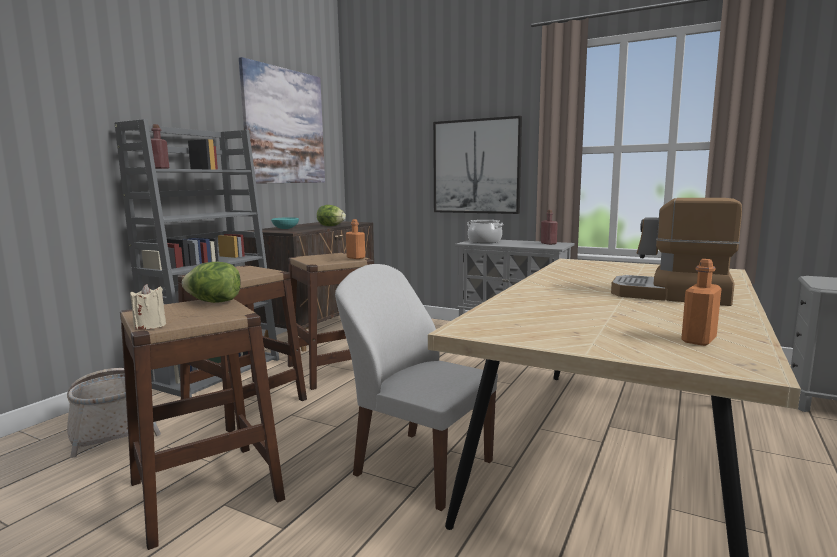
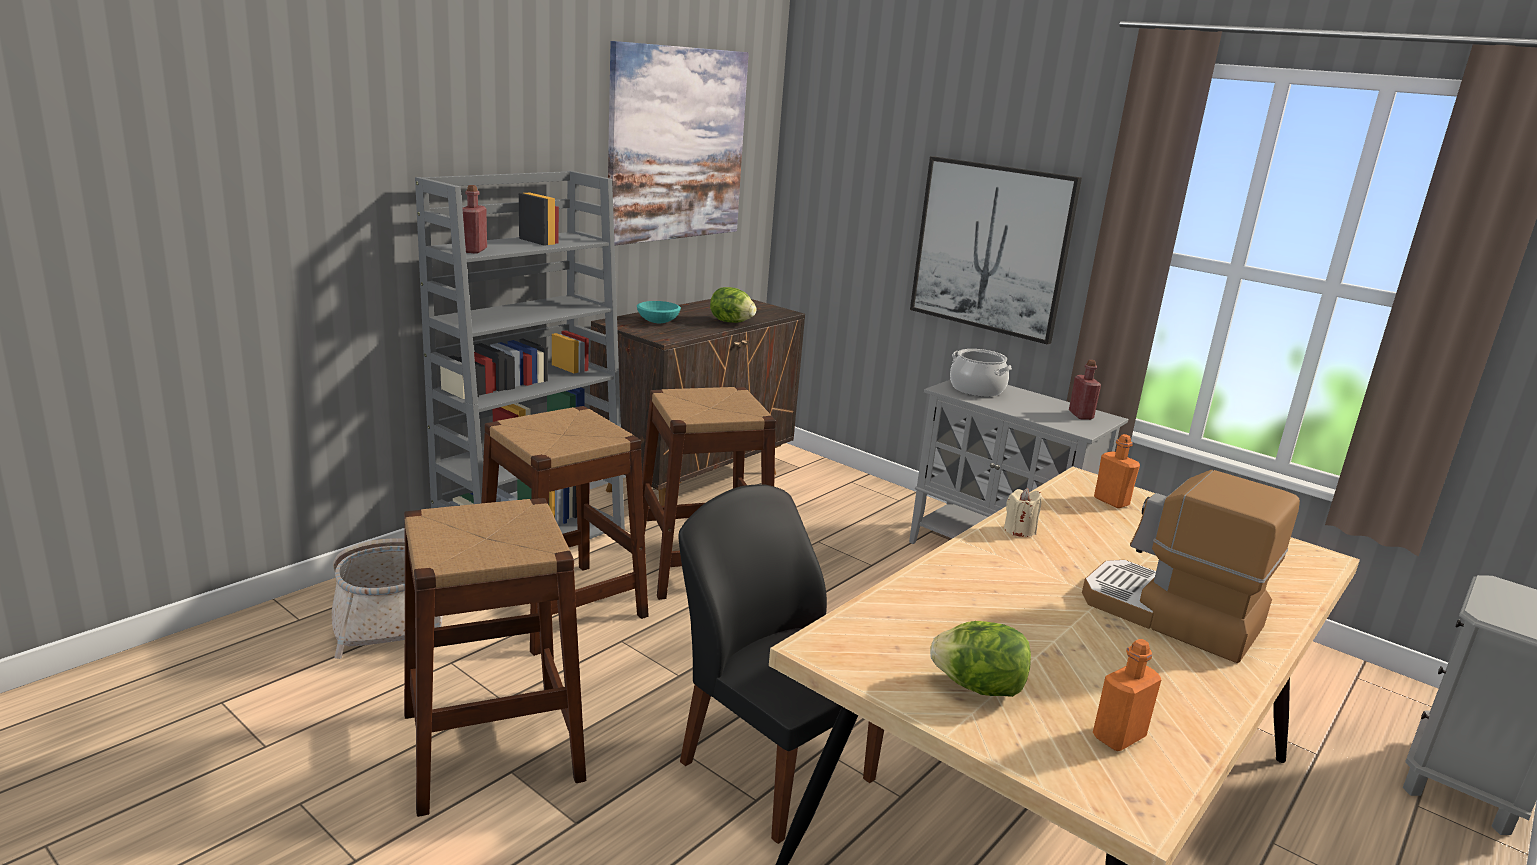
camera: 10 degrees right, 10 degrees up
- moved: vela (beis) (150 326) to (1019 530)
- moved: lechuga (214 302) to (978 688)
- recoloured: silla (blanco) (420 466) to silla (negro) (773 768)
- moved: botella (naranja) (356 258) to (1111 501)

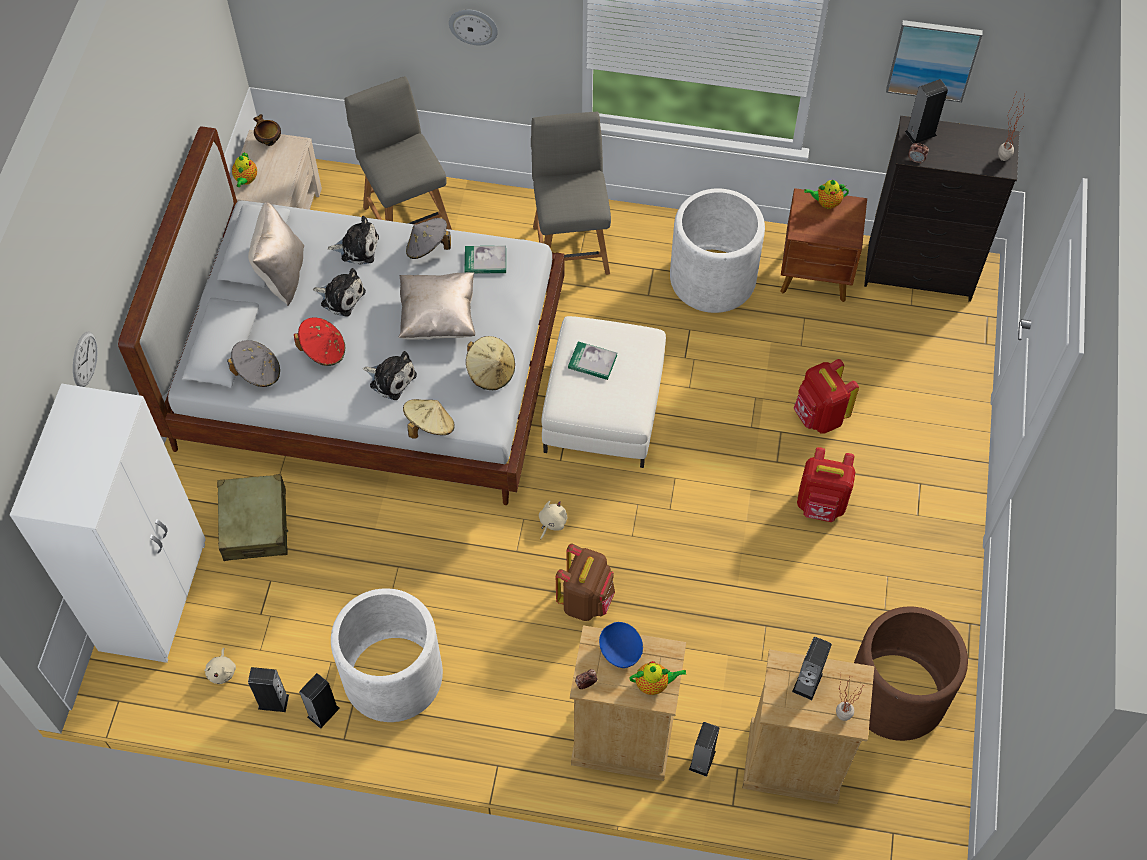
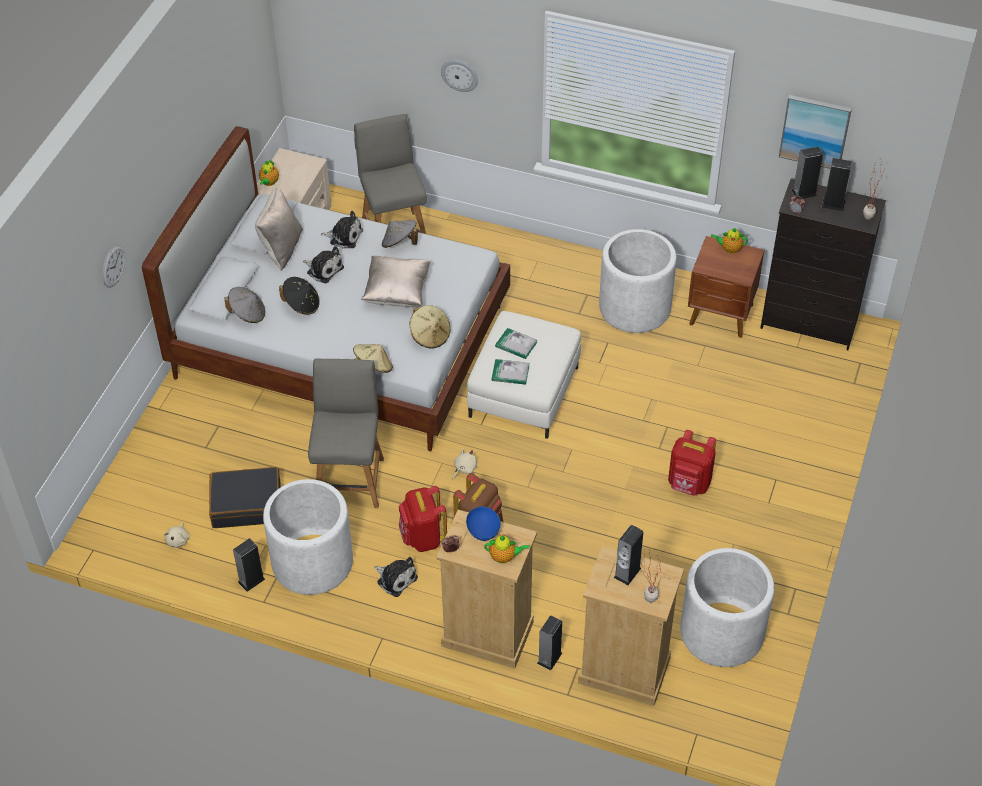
camera: 10 degrees right, 10 degrees down
- removed: armario ropero (blanco) (155 596)
- removed: maleta (beis) (255 524)
- moved: altavoz (273 701) to (833 204)
- removed: cuenco (268 141)
- recoloured: sombrero (rojo) (323 350) to sombrero (negro) (302 305)
- moved: peluche (391 379) to (395 579)
- moved: libro (485 261) to (510 373)
- moved: silla (gris) (570 247) to (350 479)
- moved: mochila (rojo) (819 416) to (423 538)
- recoloured: maceta (marrón) (896 694) to maceta (blanco) (721 632)
- added: maleta (negro) (247 504)

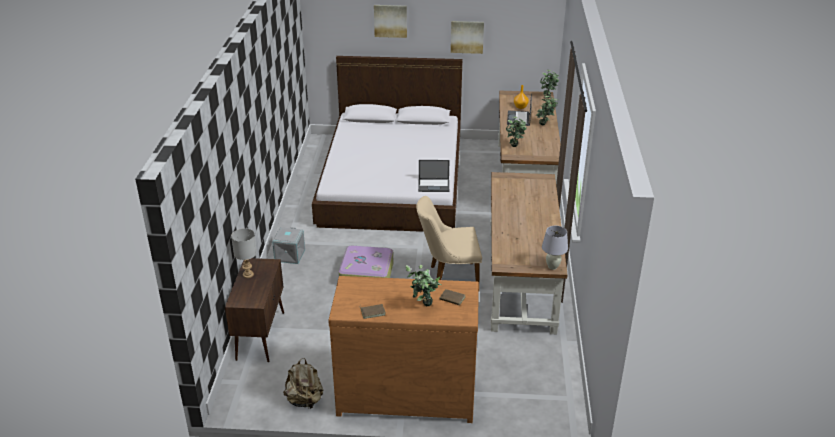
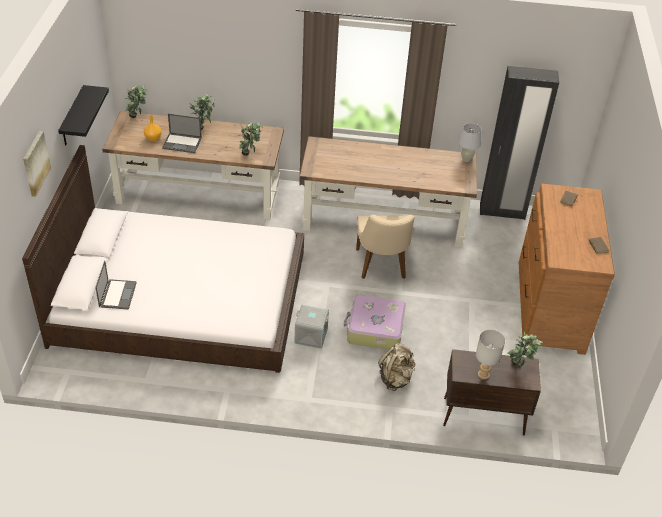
camera: 90 degrees left, 10 degrees up
- moved: caja de almacenaje (gris) (289 255) to (310 336)
- moved: mochila (beis) (305 400) to (395 378)
- moved: planta en maceta (423 307) to (520 366)
- moved: portátil (434 185) to (117 294)
- replaced: cuadro (467 36) to estante (negro) (72 117)
- added: armario ropero (negro) (502 211)

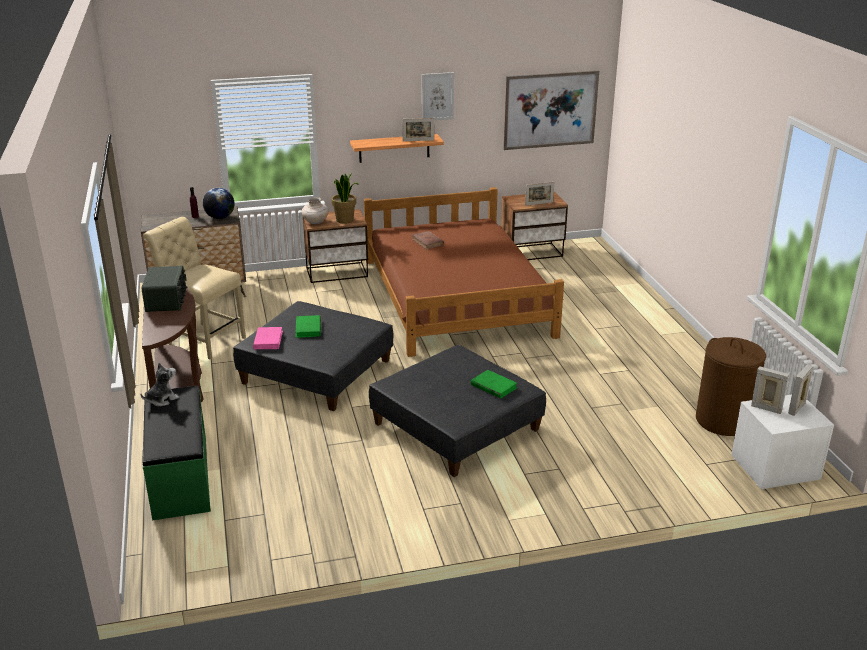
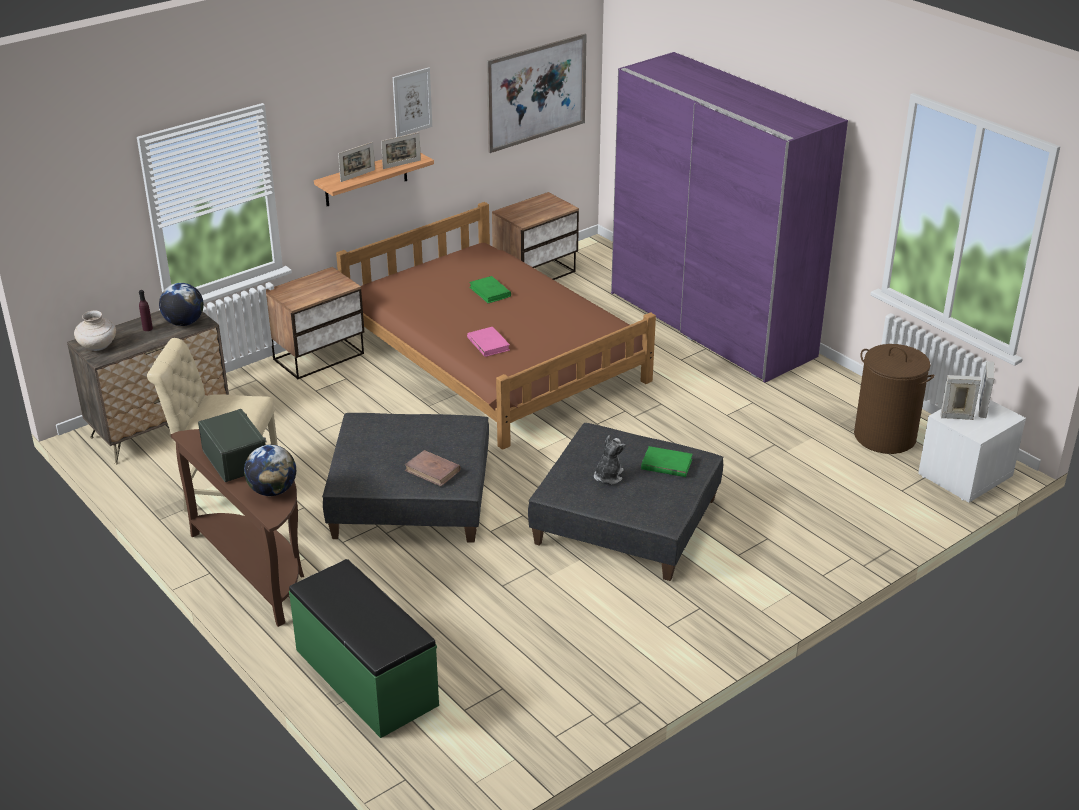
camera: 25 degrees left, 5 degrees up
- moved: peluche (162 399) to (608 476)
- moved: libro (rosa) (268 340) to (488 344)
- moved: libro (verde) (308 328) to (490 292)
- moved: florero (beis) (315 222) to (98 347)
- removed: planta en maceta (345 220)
- moved: libro (marrón) (427 242) to (432 471)
- moved: portarretratos (539 204) to (357 176)
- added: globo terráqueo (273 490)
- added: armario ropero (morado) (710 324)

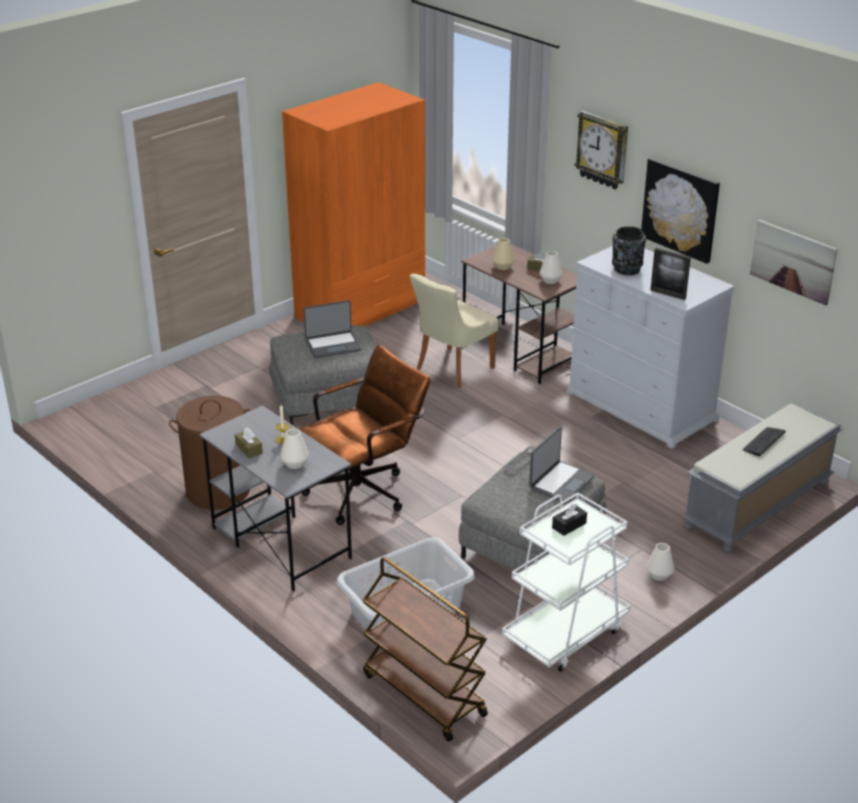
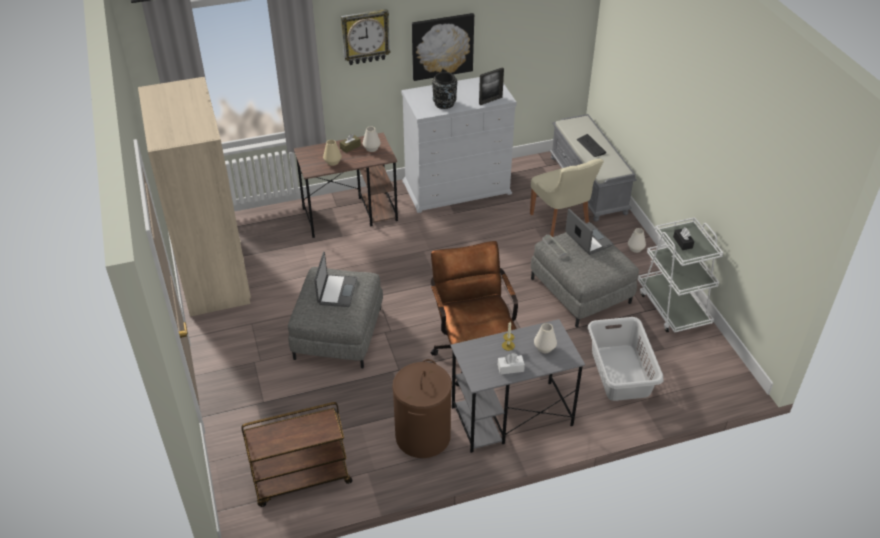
camera: 65 degrees left, 10 degrees up
- recoloured: caja de pañuelos (marrón) (249 449) to caja de pañuelos (blanco) (510 368)
- recoloured: armario ropero (naranja) (361 309) to armario ropero (beis) (214 274)
- moved: carrito (marrón) (423 694) to (301 480)
- moved: silla (beis) (452 369) to (561 221)
- removed: cuadro (793 261)

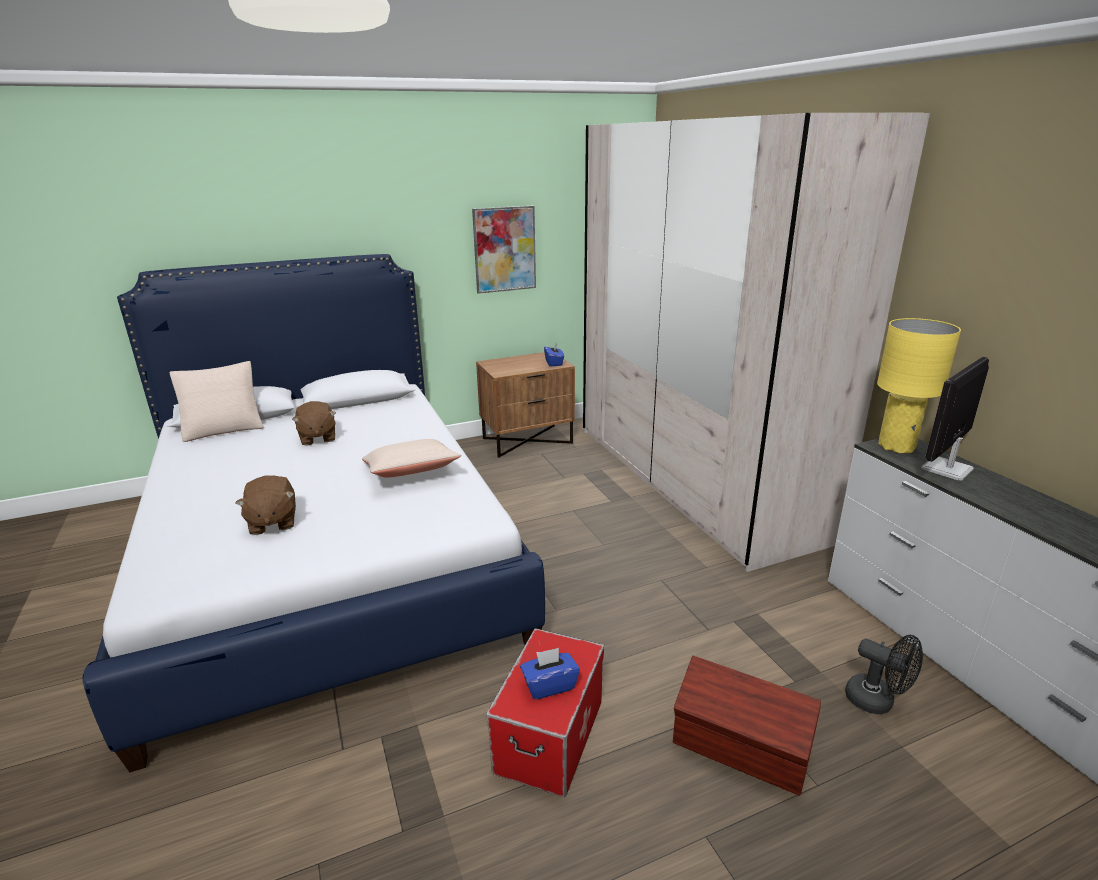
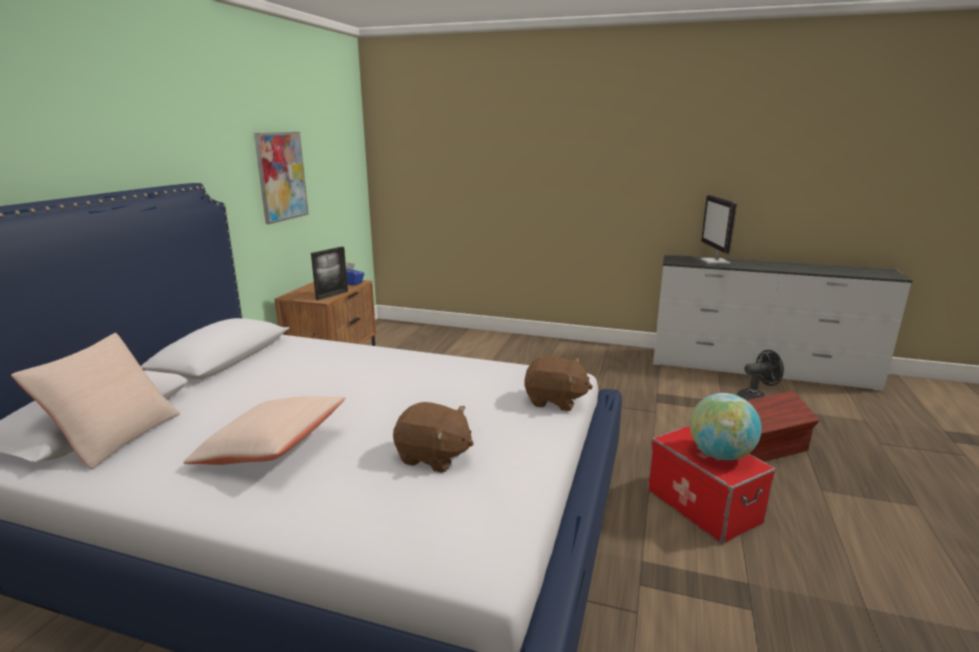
camera: 50 degrees left, 5 degrees down
- moved: peluche (marrón) (317 438) to (555 401)
- moved: cojín (beis) (411 473) to (271 449)
- replaced: caja de pañuelos (azul) (549 685) to globo terráqueo (720 454)
- removed: armario ropero (beis) (691 479)
- removed: lámpara de mesa (amarillo) (897 447)
- added: portarretratos (332 295)

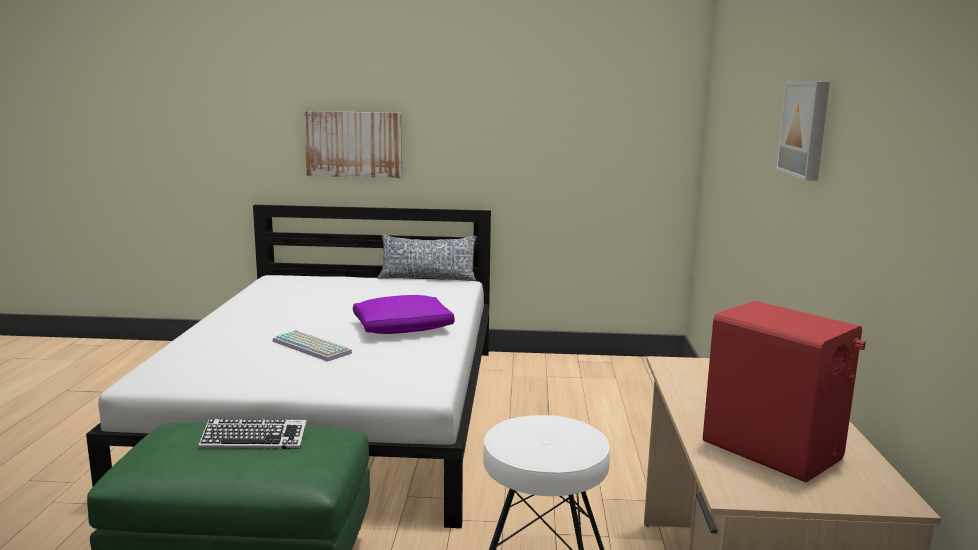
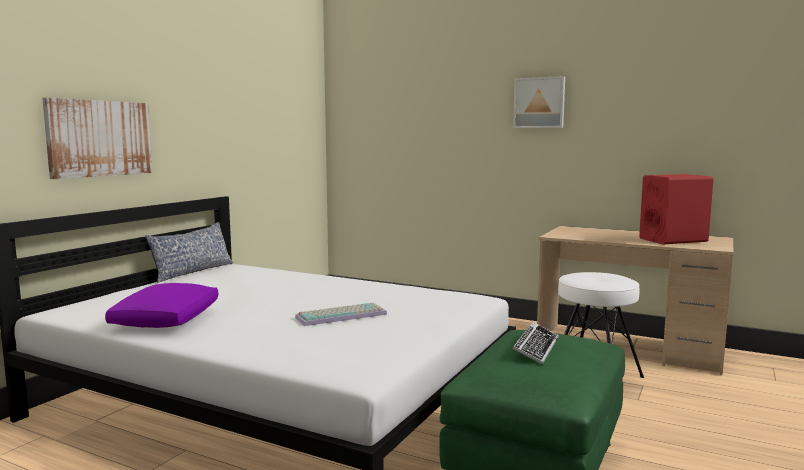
camera: 65 degrees left, 5 degrees down
- moved: cojín (morado) (403 328) to (167 320)

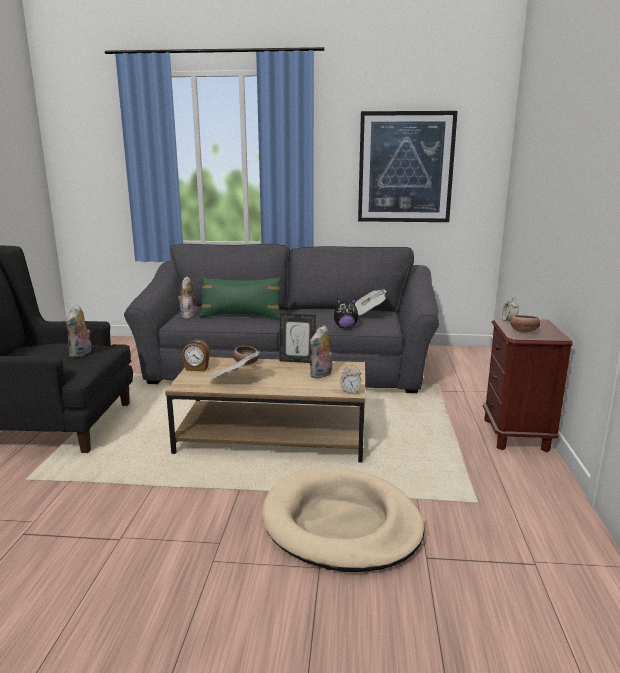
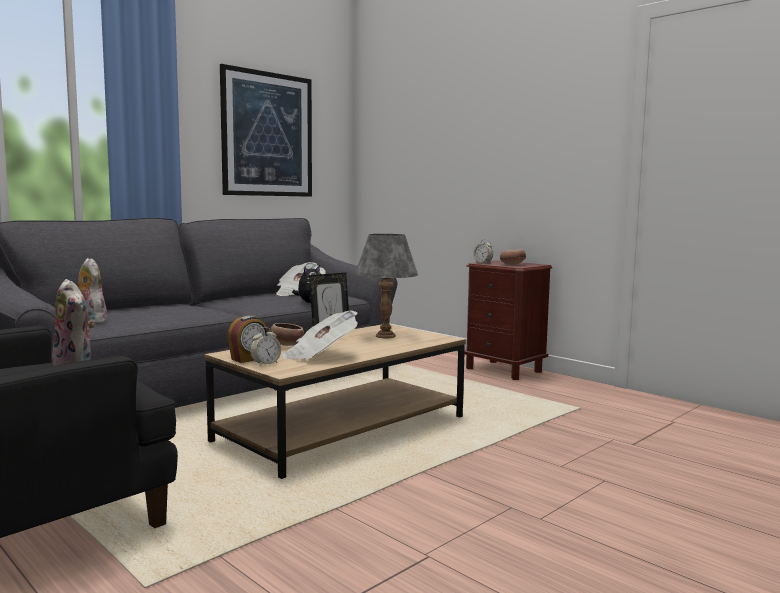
camera: 50 degrees left, 10 degrees down
- removed: cojín (verde) (241 316)
- removed: cama para perro (beis) (341 524)
- replaced: peluche (321 375) to lámpara de mesa (gris) (385 336)
- moved: despertador (350 391) to (265 364)

